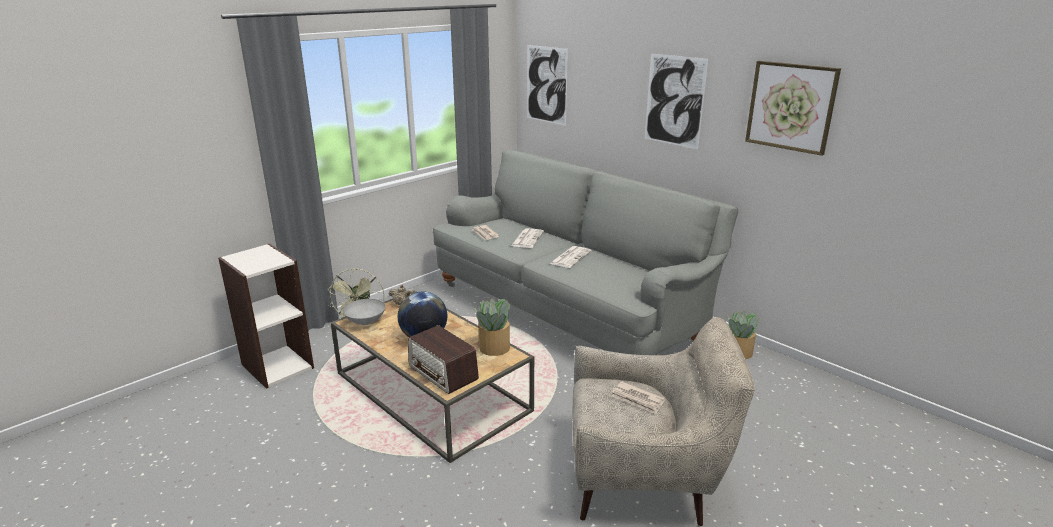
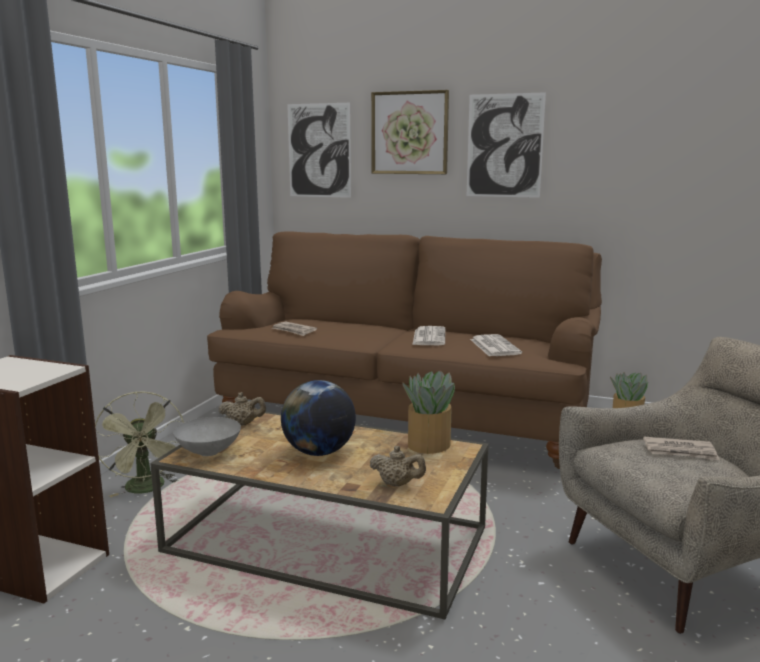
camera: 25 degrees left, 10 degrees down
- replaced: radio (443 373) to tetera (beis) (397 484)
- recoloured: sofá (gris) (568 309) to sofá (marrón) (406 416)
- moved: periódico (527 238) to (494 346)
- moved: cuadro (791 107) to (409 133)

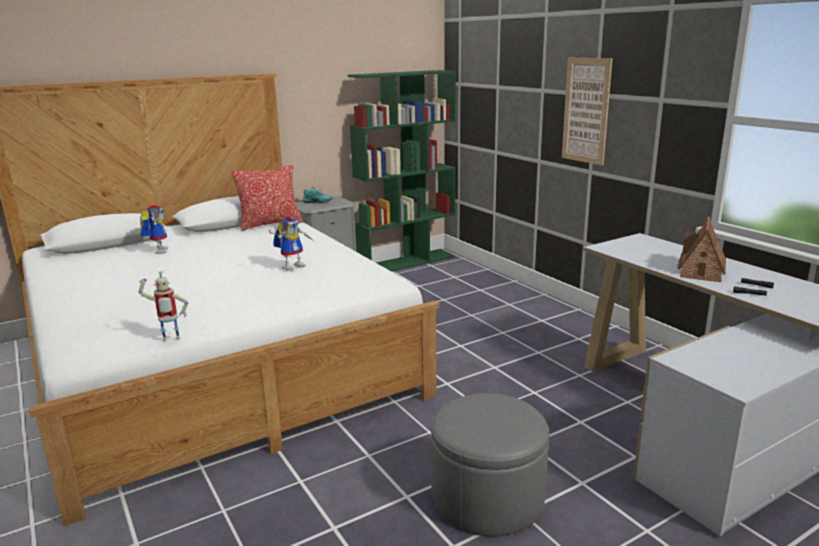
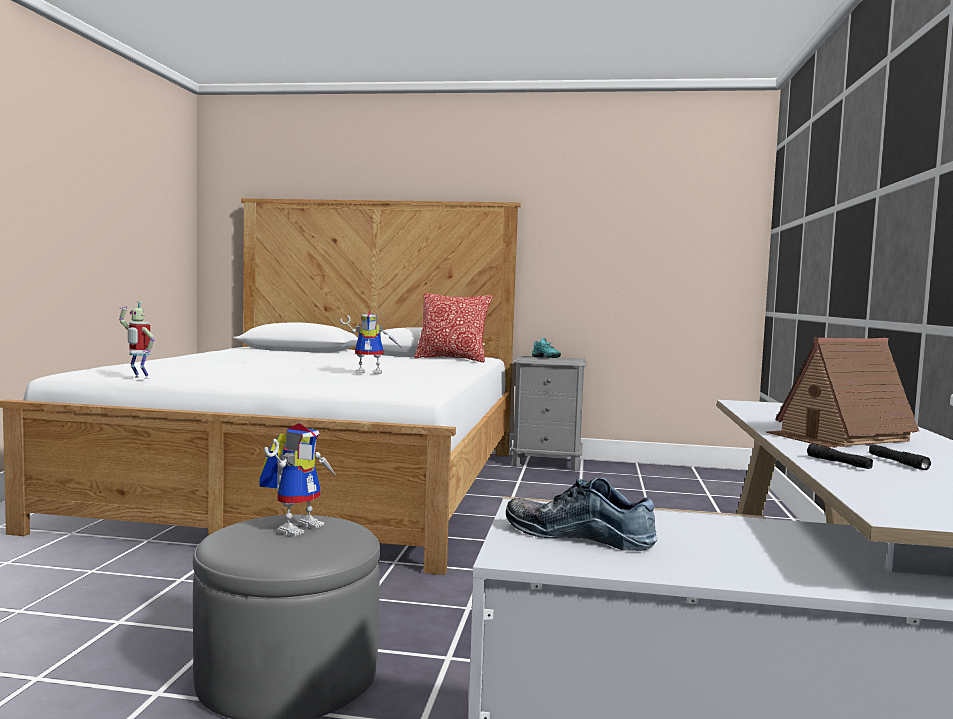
camera: 40 degrees right, 15 degrees down
- moved: robot de juguete (158 251) to (297 527)
- removed: estantería (verde) (407 262)
- removed: cuadro (586 110)
- added: zapato (580 534)

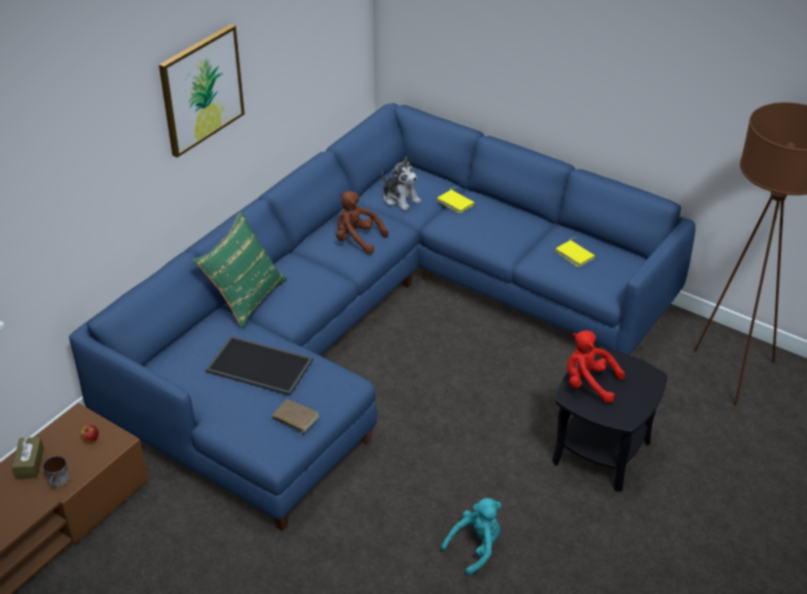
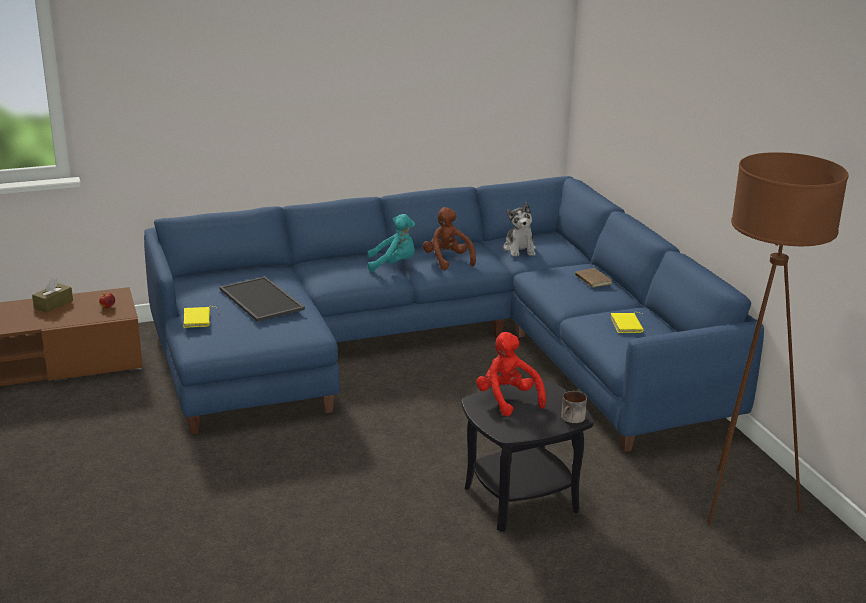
camera: 35 degrees right, 15 degrees down
- moved: taza grande (58 481) to (572 419)
- removed: cuadro (201 89)
- removed: cojín (verde) (245 297)
- moved: libro (marrón) (294 419) to (592 280)
- moved: libro (amarillo) (456 202) to (198 319)
- moved: peluche (turquesa) (475 548) to (393 264)

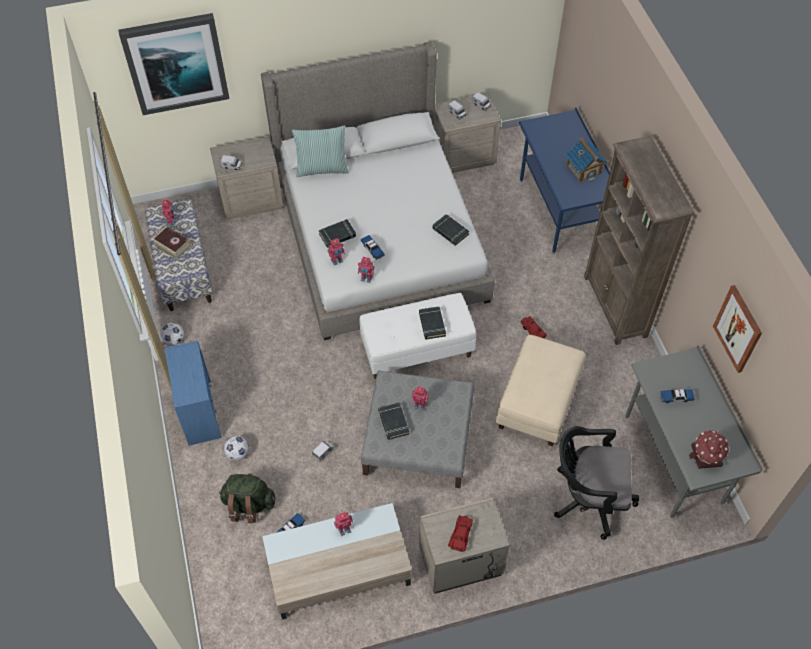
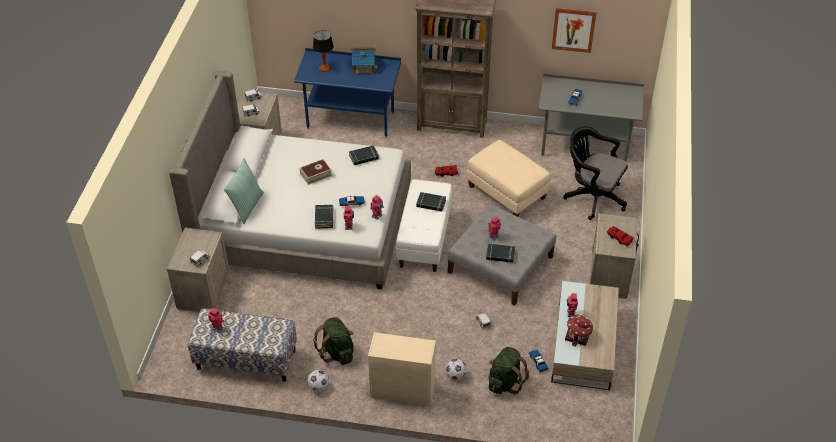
camera: 65 degrees left, 10 degrees down
- removed: cuadro (176 63)
- moved: libro (172 245) to (316 174)
- recoloured: cómoda (azul) (199 411) to cómoda (beis) (401 389)
- turned: silla de oficina (negro) (587 498) = (592 197) 90 degrees clockwise
- moved: casita (706 456) to (578 336)
- added: lámpara de mesa (325 68)
- added: mochila (verde) (337 352)

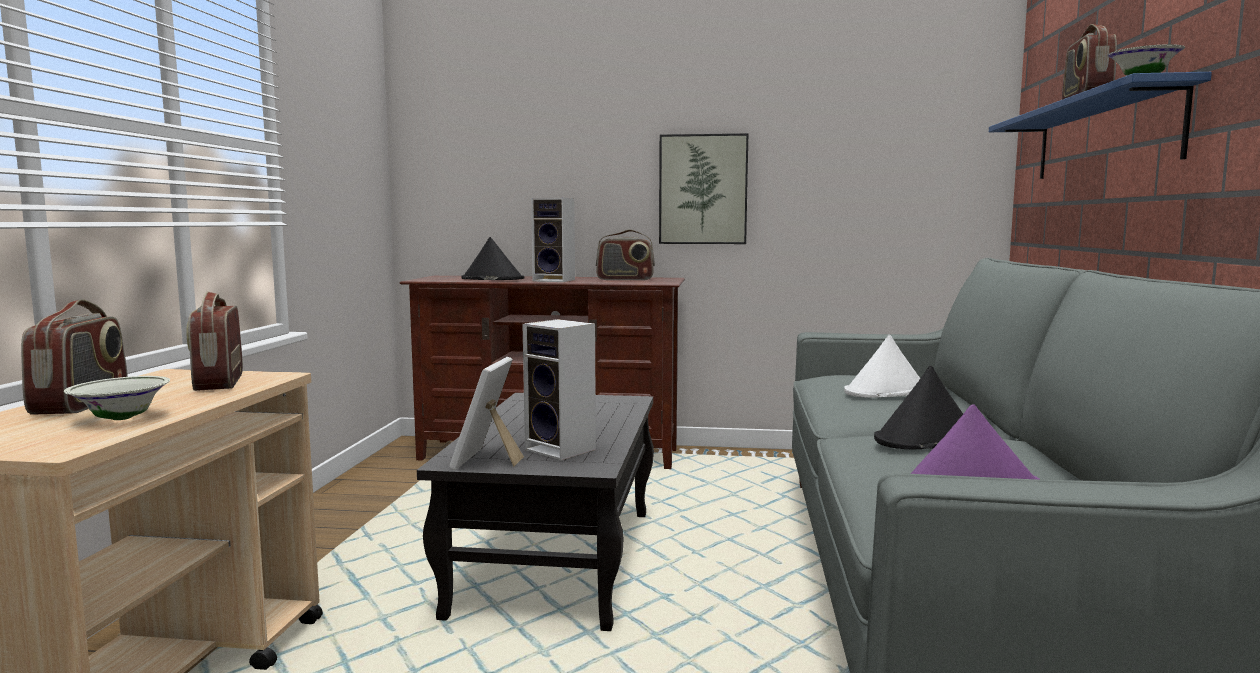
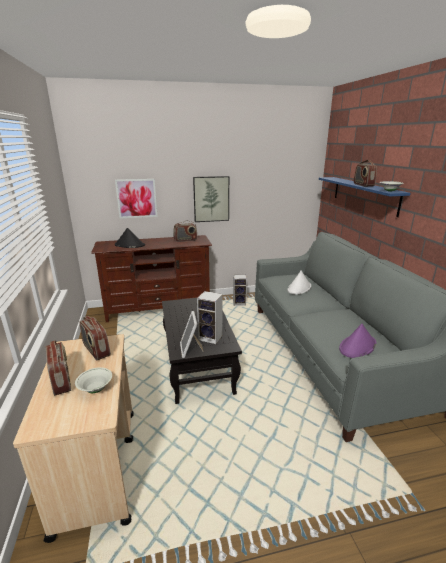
camera: 20 degrees left, 15 degrees up
- moved: altavoz (555 280) to (239 303)
- removed: sombrero (negro) (926 438)
- added: cuadro (136 198)

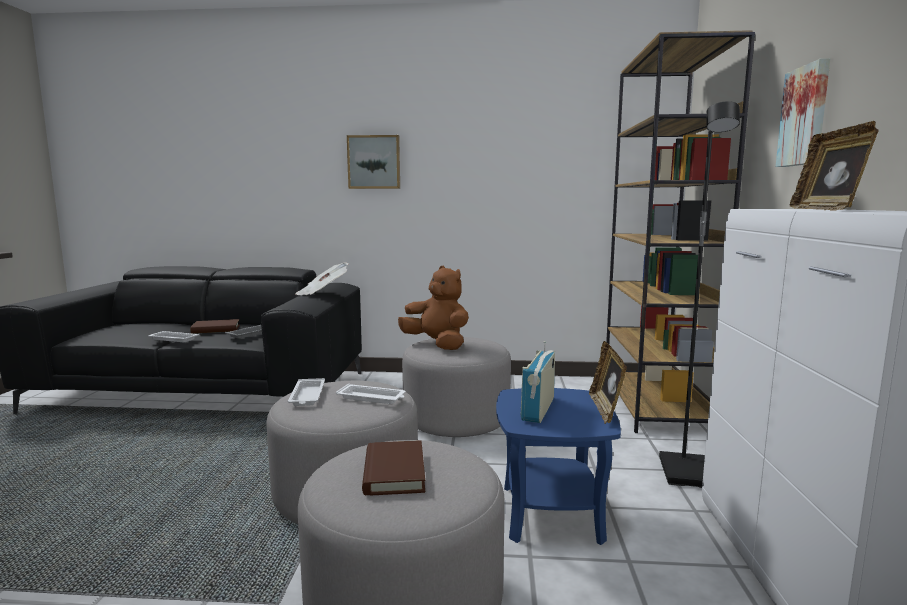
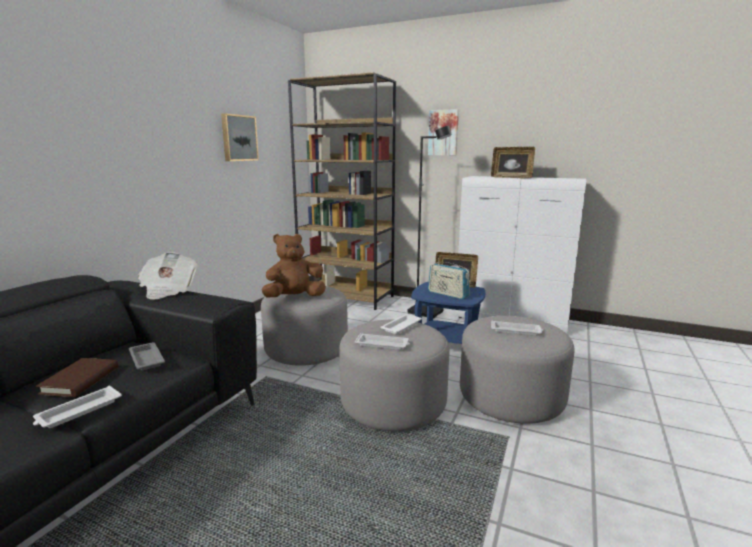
camera: 70 degrees left, 5 degrees up
- moved: cuadro (374 162) to (238 138)
- replaced: libro (marrón) (394 472) to bandeja (blanco) (516 331)

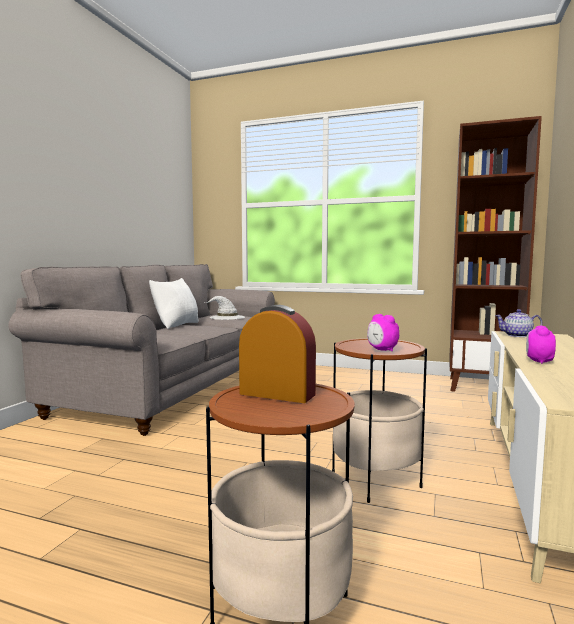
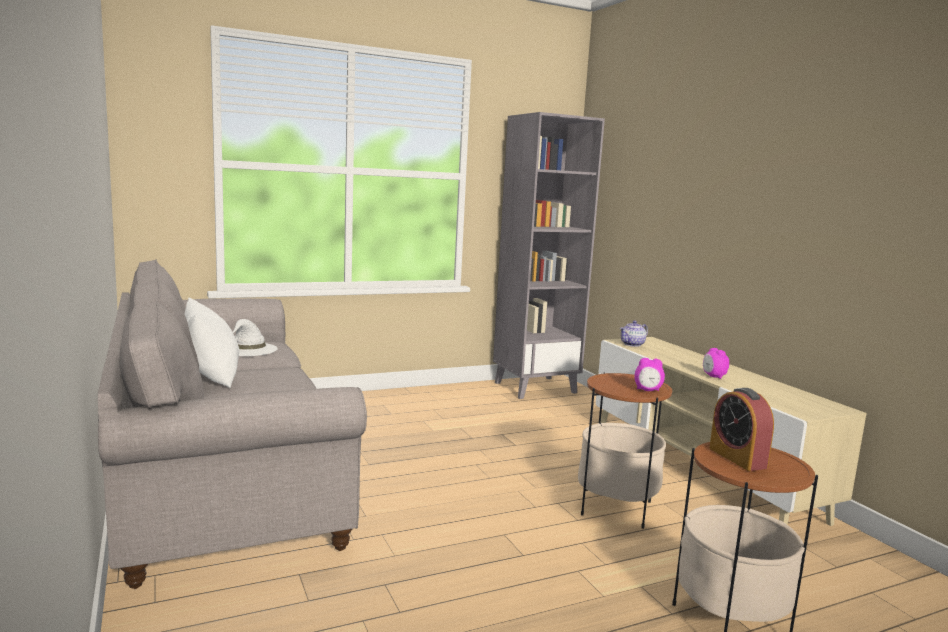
camera: 45 degrees left, 5 degrees up
- turned: despertador (277 394) = (737 458) 90 degrees counterclockwise
- recoloured: estantería (marrón) (483 387) to estantería (gris) (535 387)

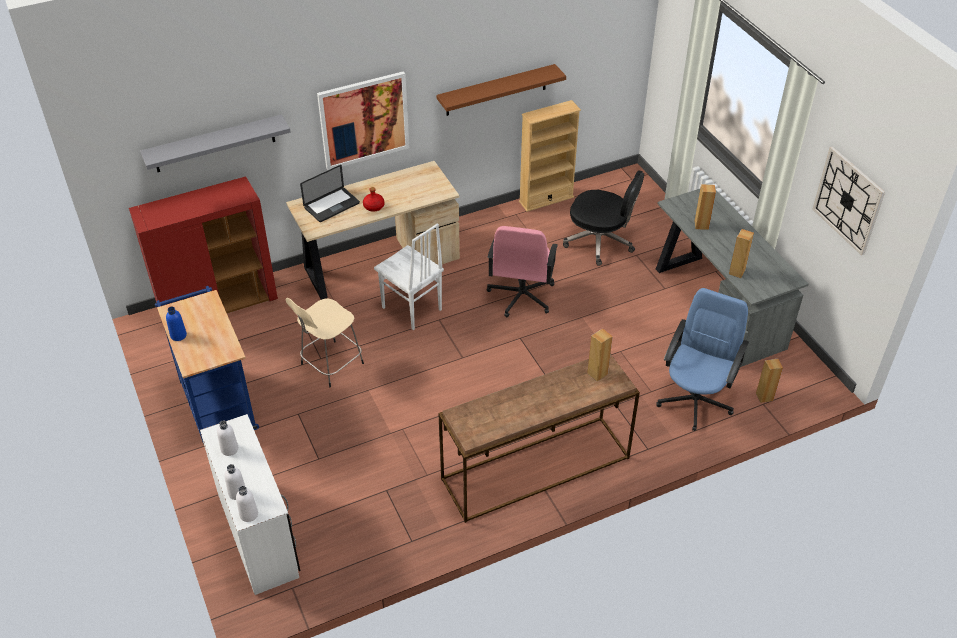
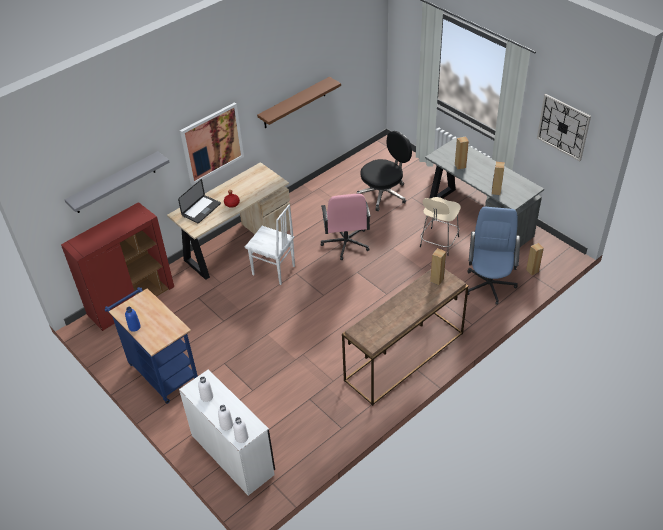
camera: 15 degrees left, 0 degrees up
- moved: taburete (beis) (330 365) to (438 242)
- removed: estantería (beis) (546 199)
- turned: silla de oficina (negro) (600 242) = (384 194) 45 degrees counterclockwise

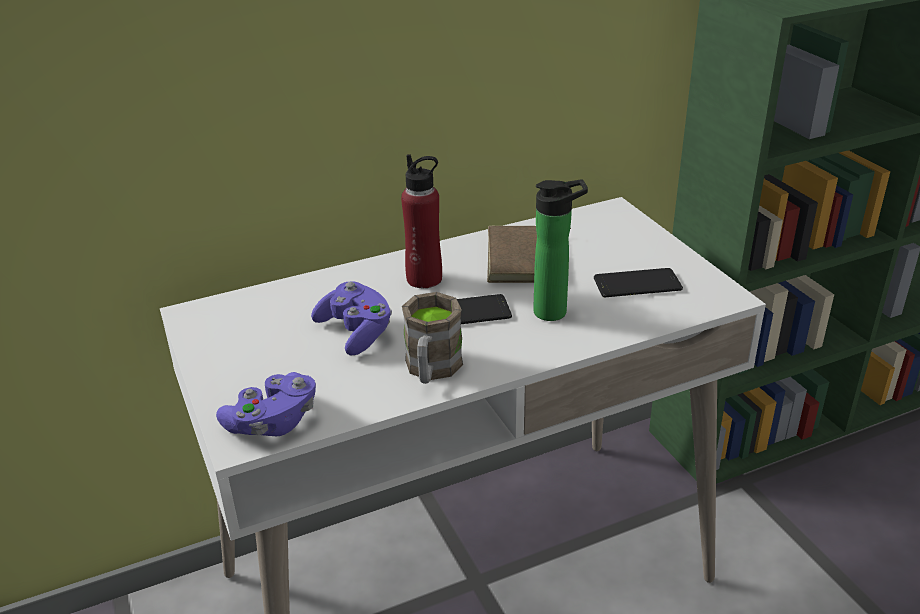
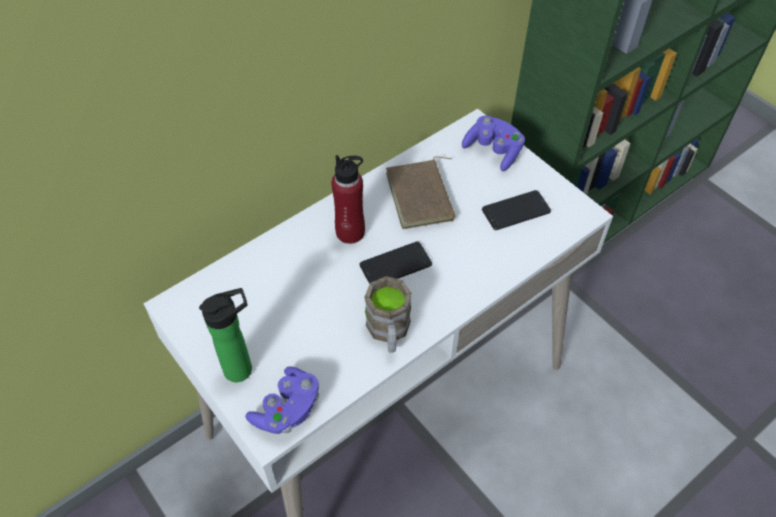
camera: 15 degrees left, 20 degrees up
- moved: mando de consola (morado) (356 332) to (493 151)
- moved: botella (555 312) to (242 368)

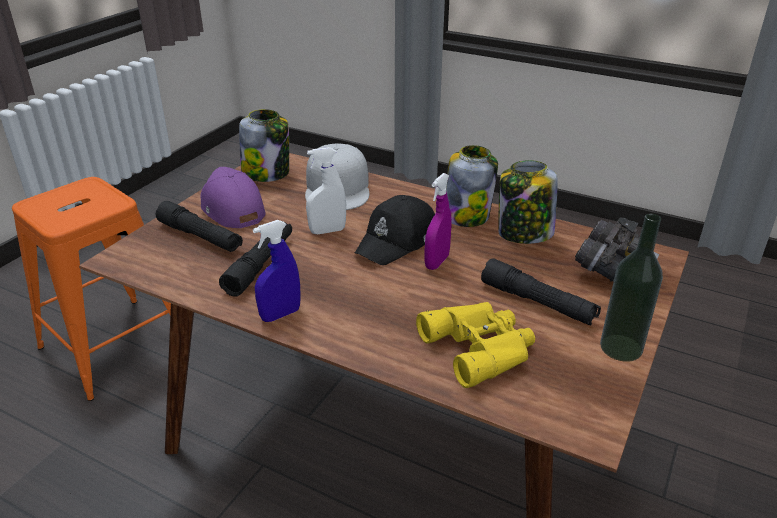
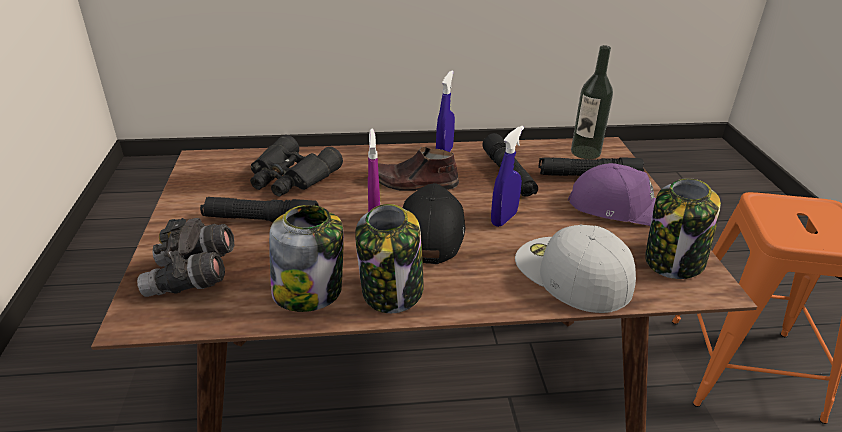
camera: 145 degrees right, 0 degrees up
- recoloured: pulverizador (blanco) (327 231) to pulverizador (azul) (504 219)
- recoloured: prismáticos (amarillo) (481 347) to prismáticos (negro) (290 177)
- moved: botella (621 348) to (585 152)
- added: zapato (marrón) (413 183)

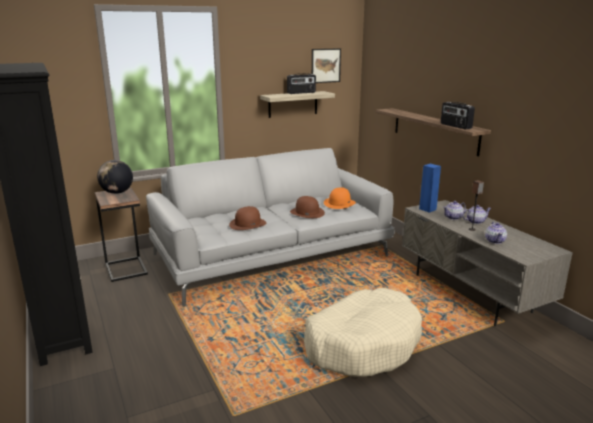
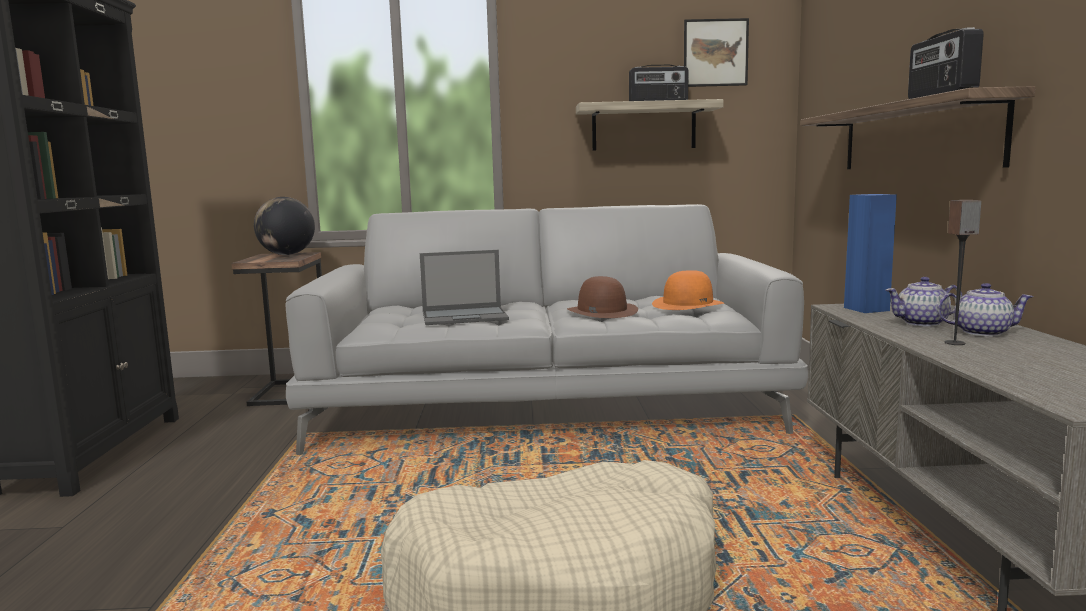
camera: 25 degrees right, 10 degrees down
- replaced: sombrero (marrón) (248 224) to portátil (465 316)
- removed: tetera (495 241)

